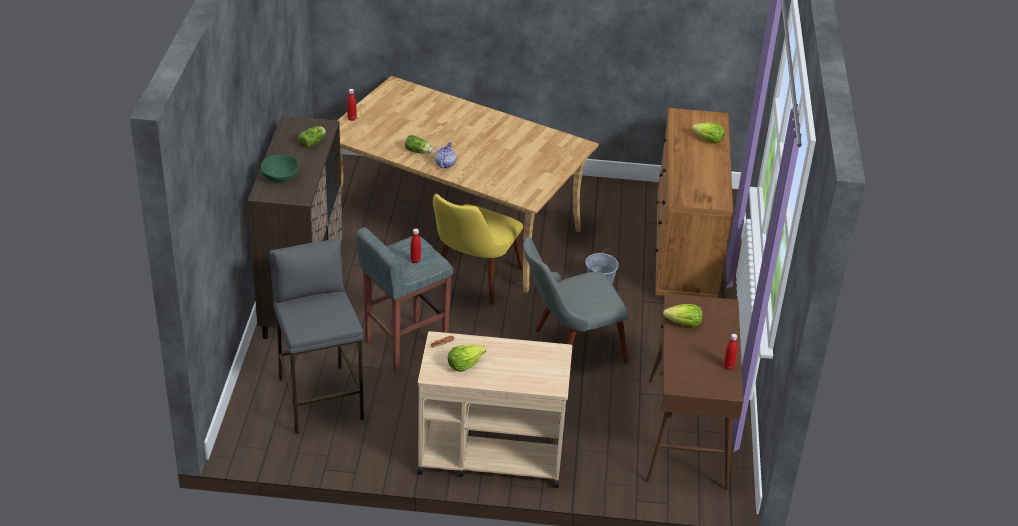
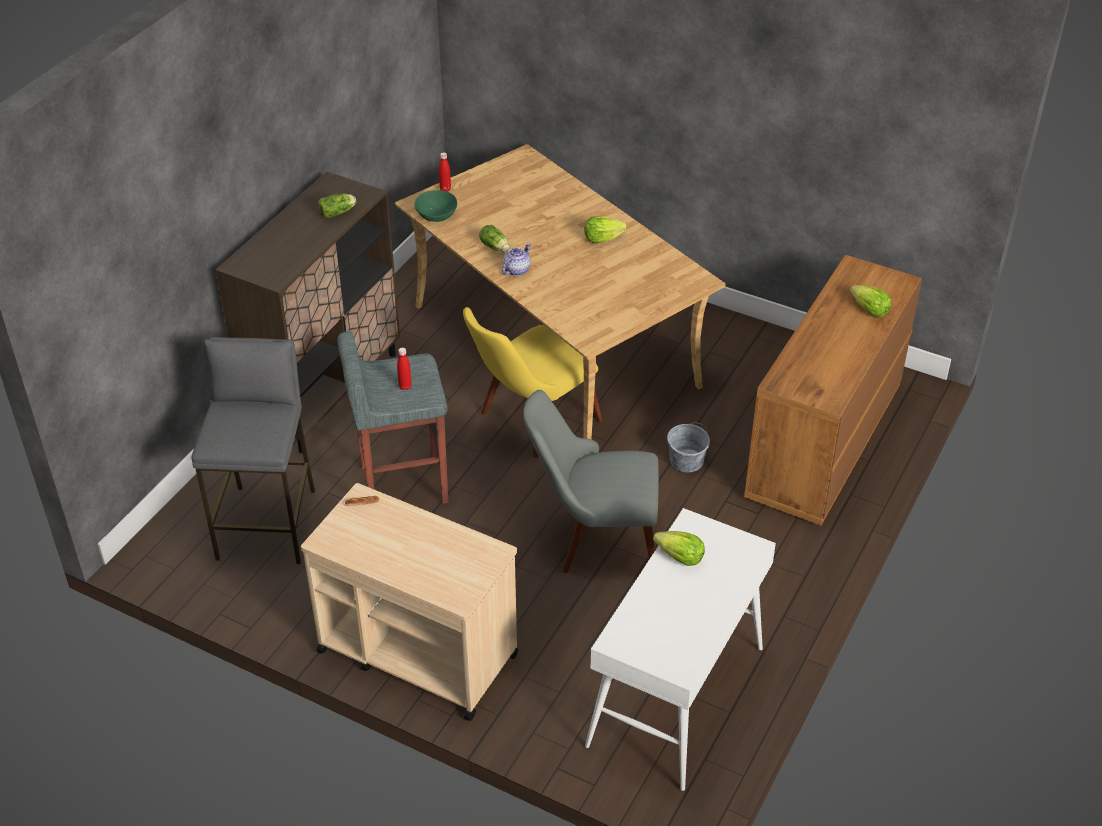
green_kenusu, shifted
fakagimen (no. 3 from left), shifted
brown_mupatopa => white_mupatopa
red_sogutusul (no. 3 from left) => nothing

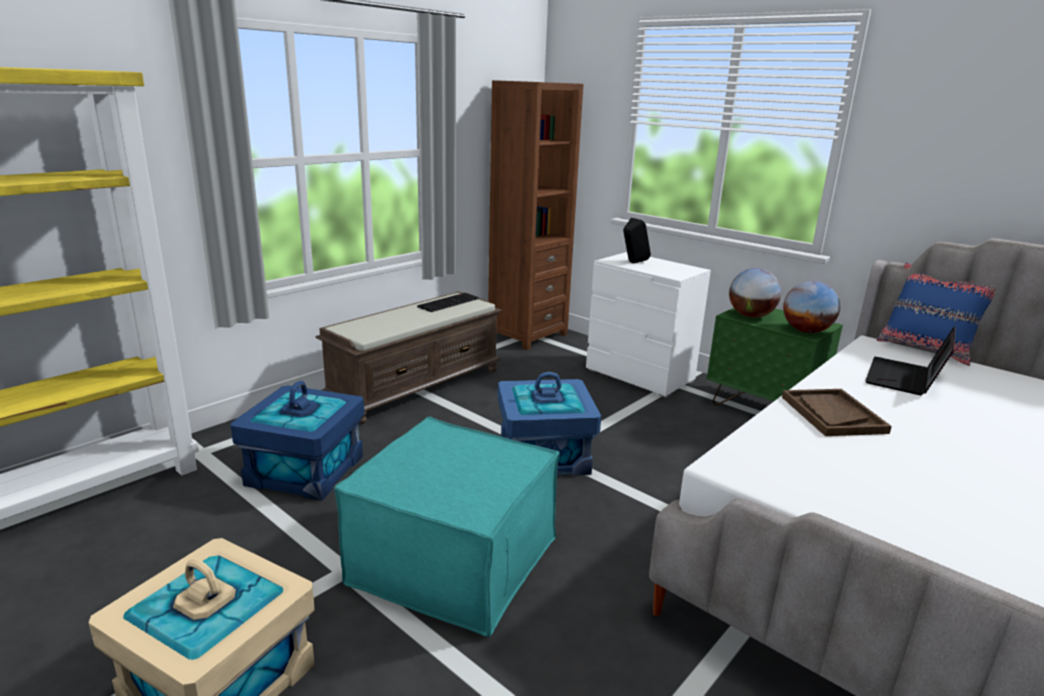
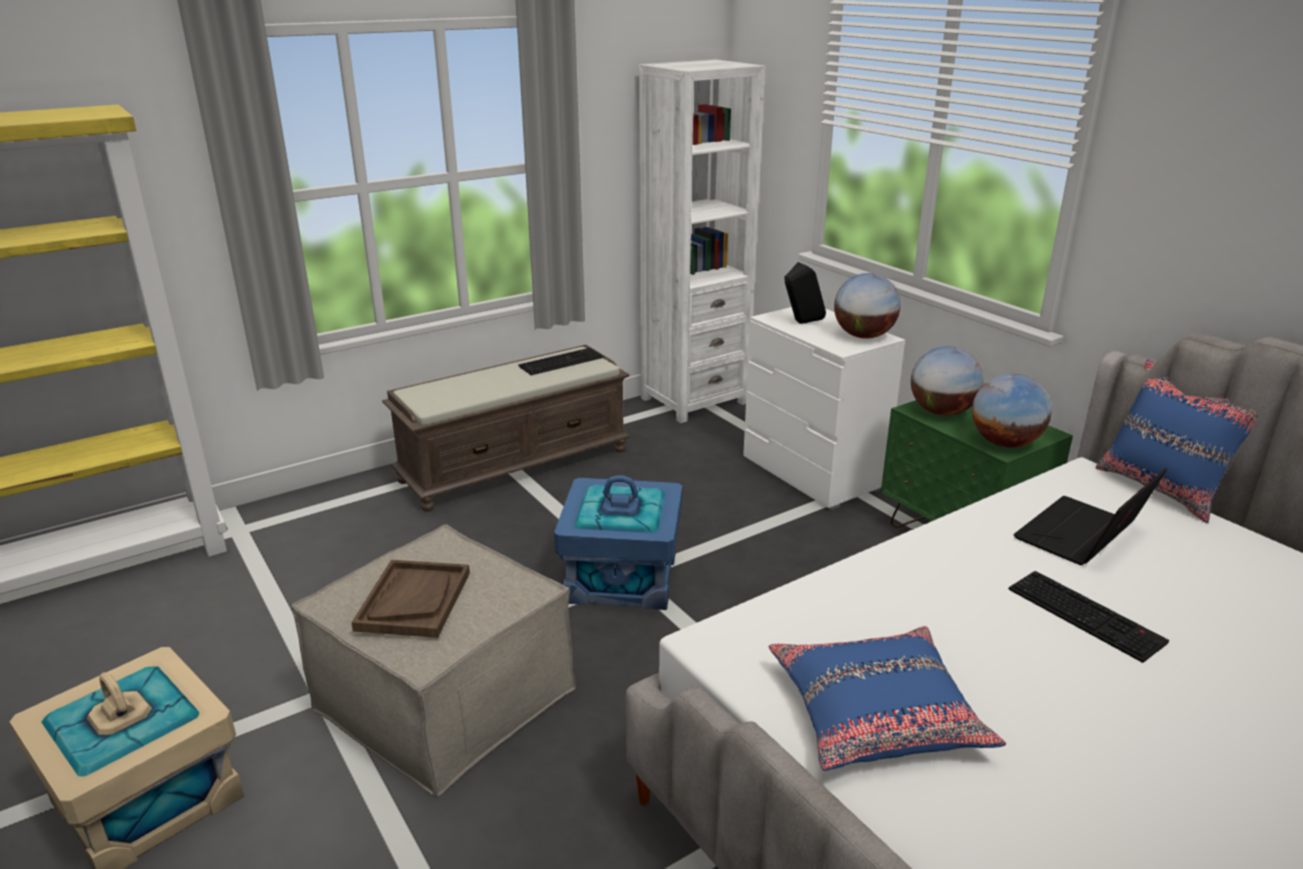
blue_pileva (no. 1 from left) => nothing
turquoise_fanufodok => beige_fanufodok
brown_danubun => white_danubun
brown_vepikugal, shifted
nothing => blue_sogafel (no. 1 from left)
nothing => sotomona (no. 1 from left)
nothing => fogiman (no. 2 from left)

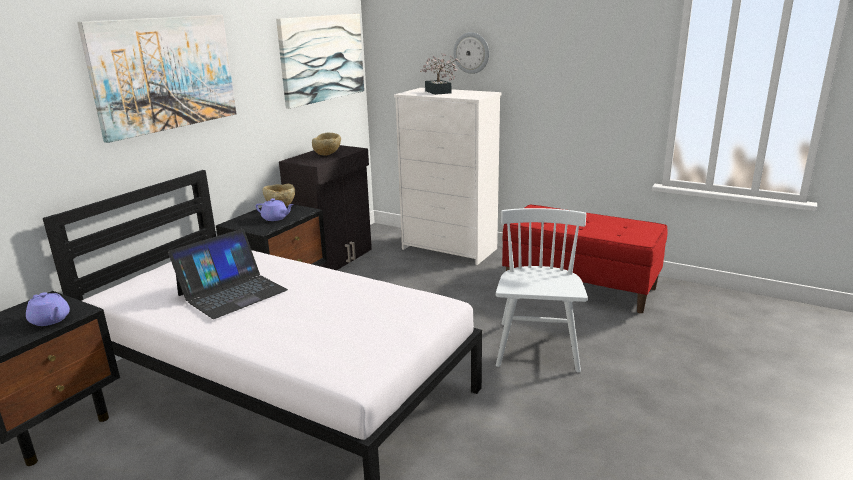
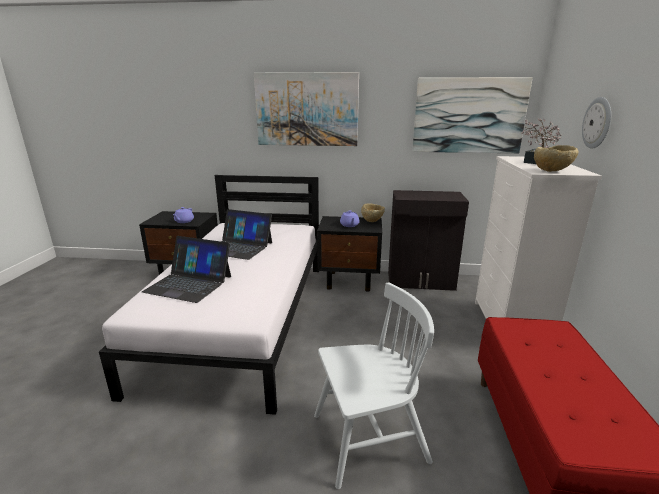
beige_kenusu (no. 2 from left), shifted
nothing => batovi (no. 1 from left)

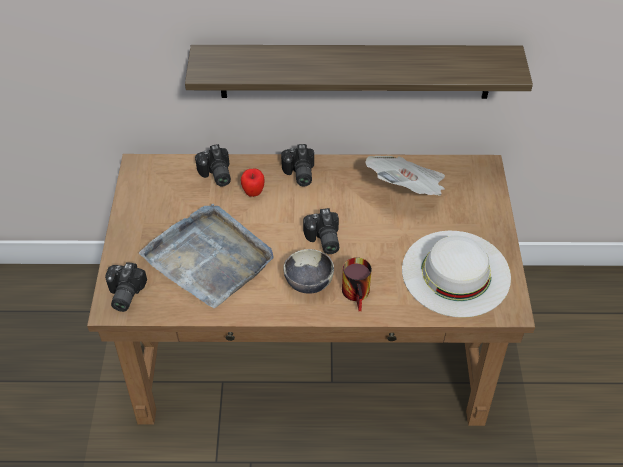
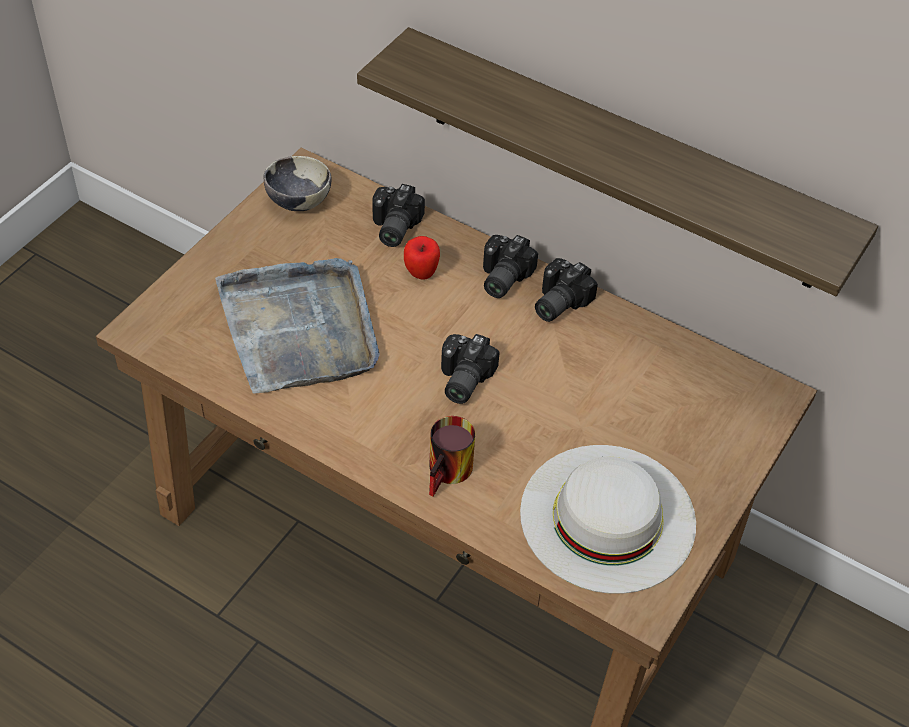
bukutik (no. 1 from left in the first image) => bukutik (no. 4 from left), shifted
kenusu, shifted
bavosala => nothing

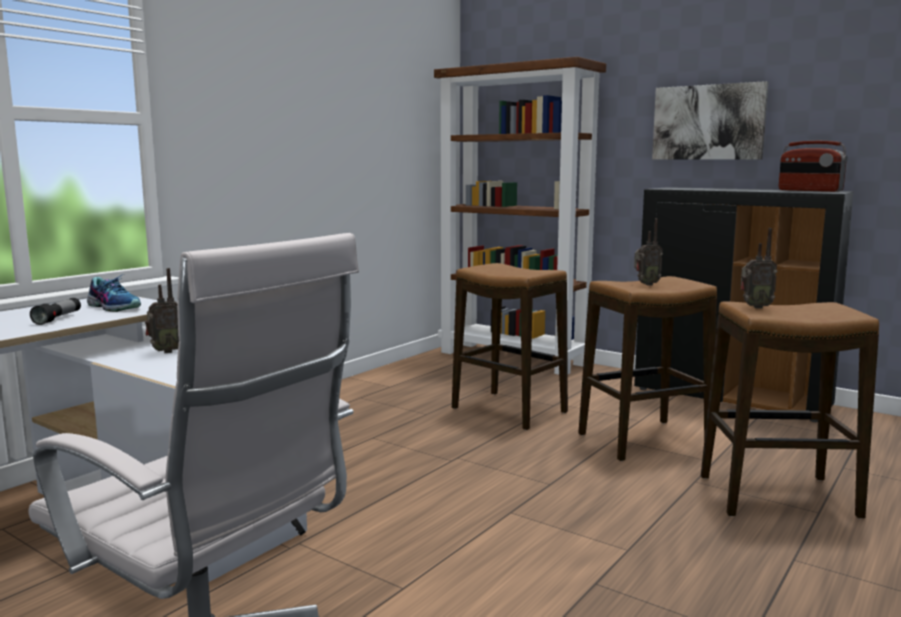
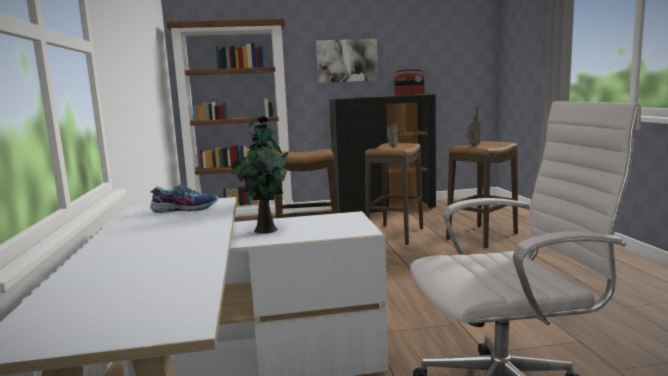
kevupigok => nothing
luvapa (no. 1 from left) => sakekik

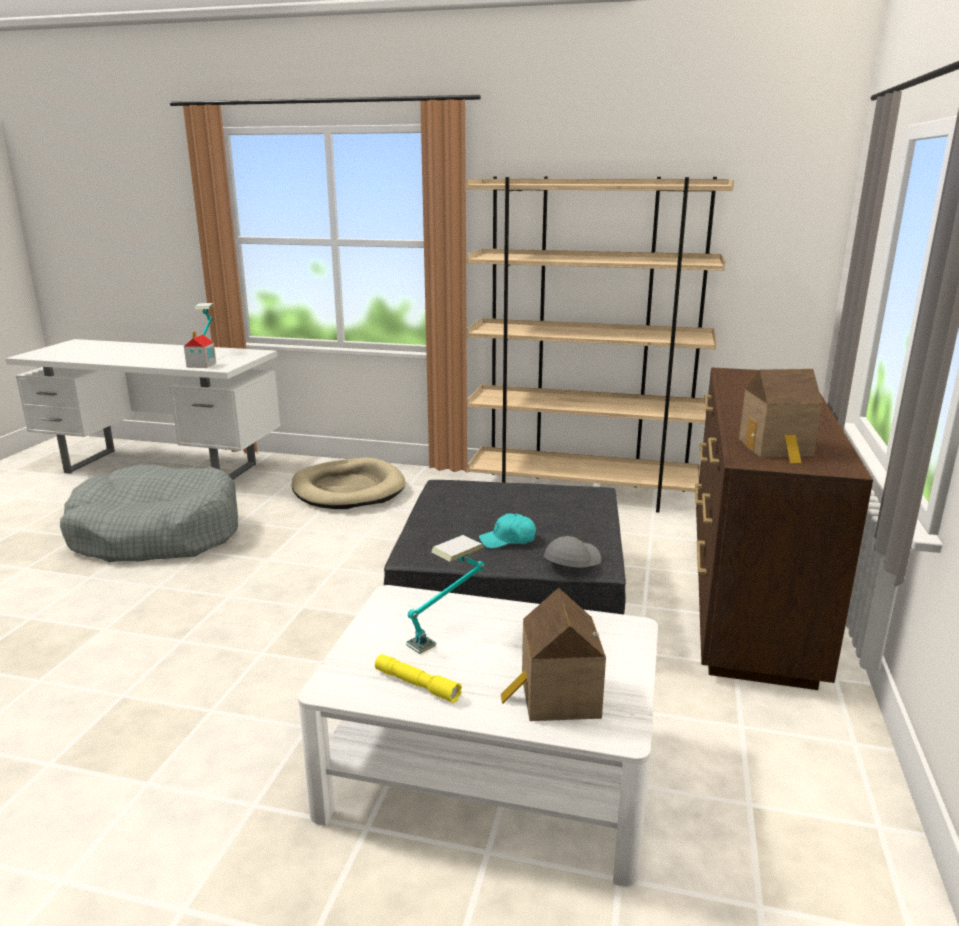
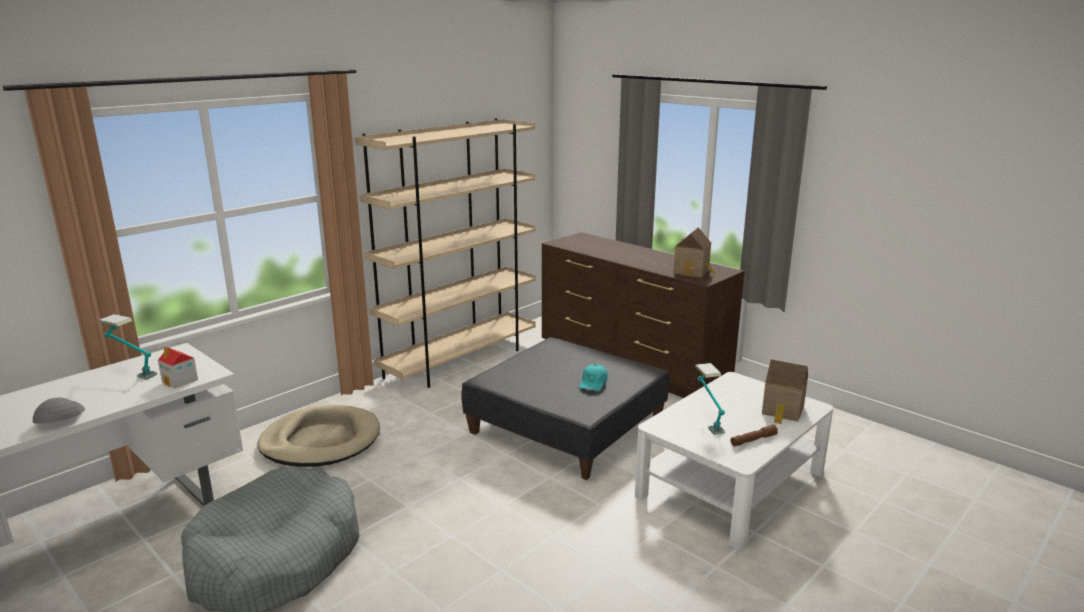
yellow_kevupigok => brown_kevupigok
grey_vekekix, shifted

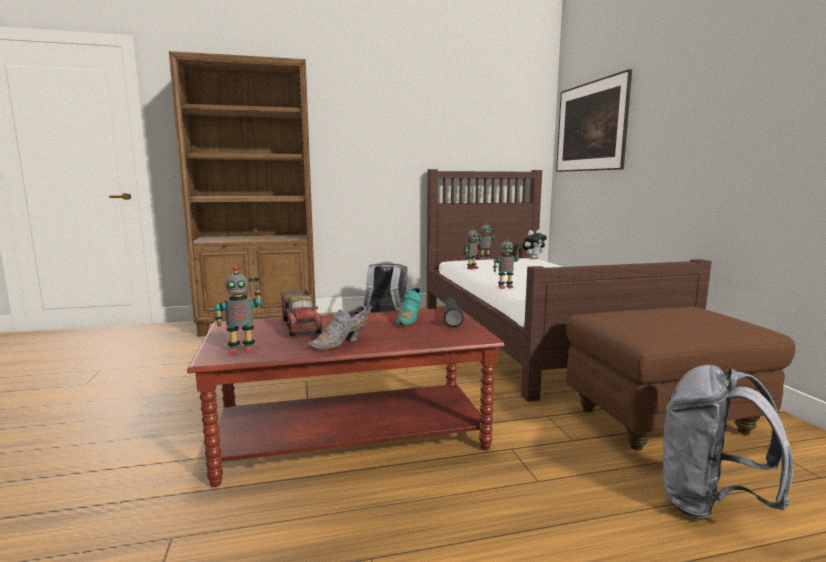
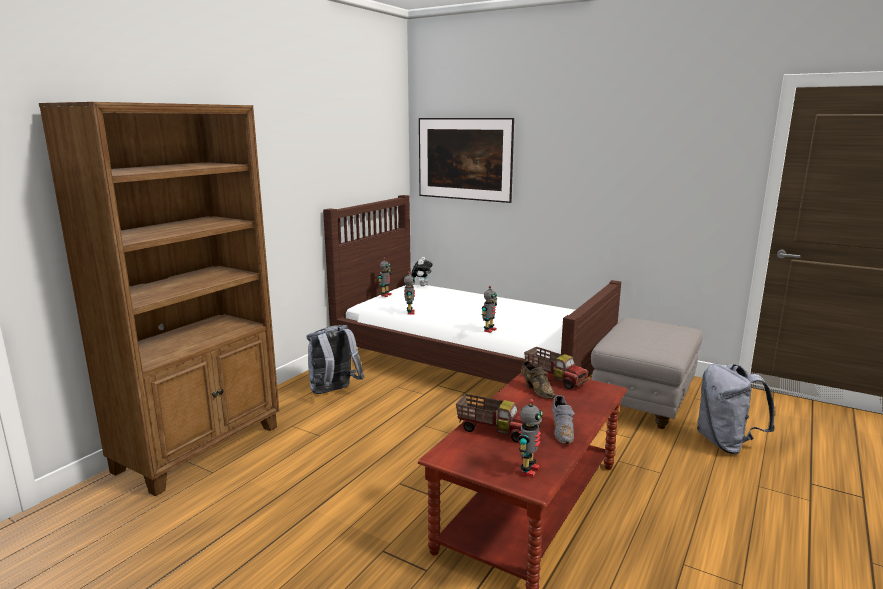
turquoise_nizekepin => brown_nizekepin
black_kevupigok => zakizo (no. 2 from left)
brown_fanufodok => grey_fanufodok

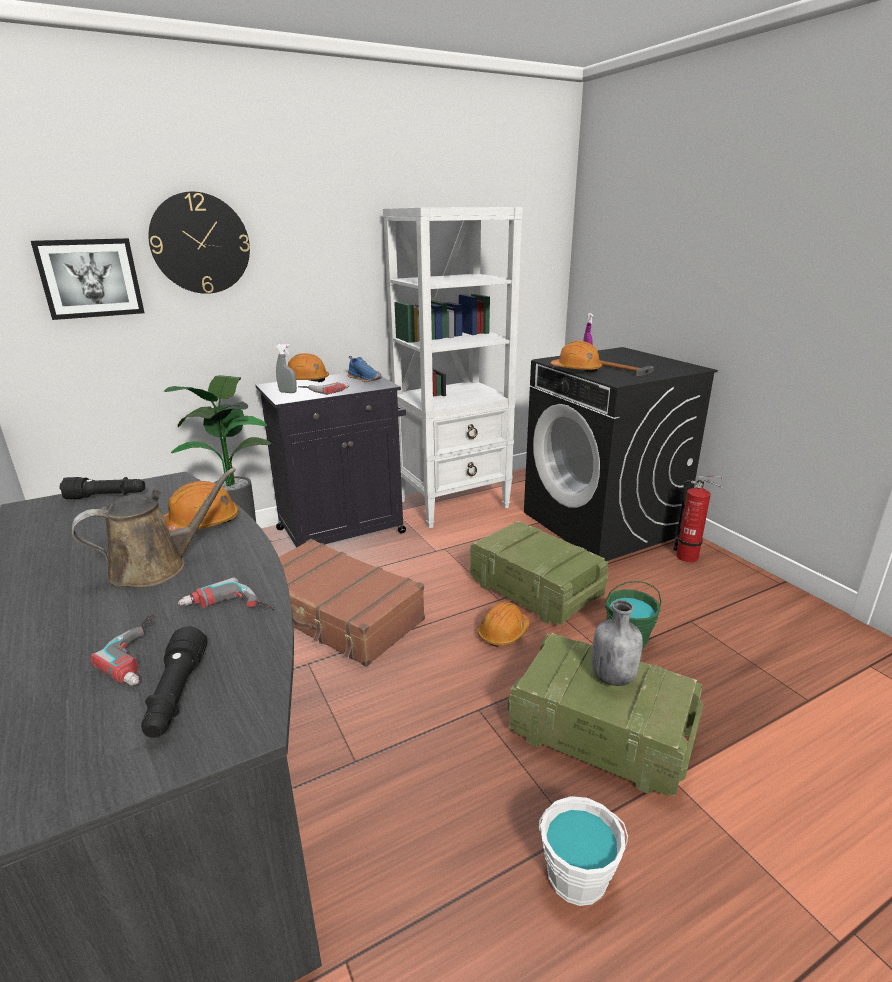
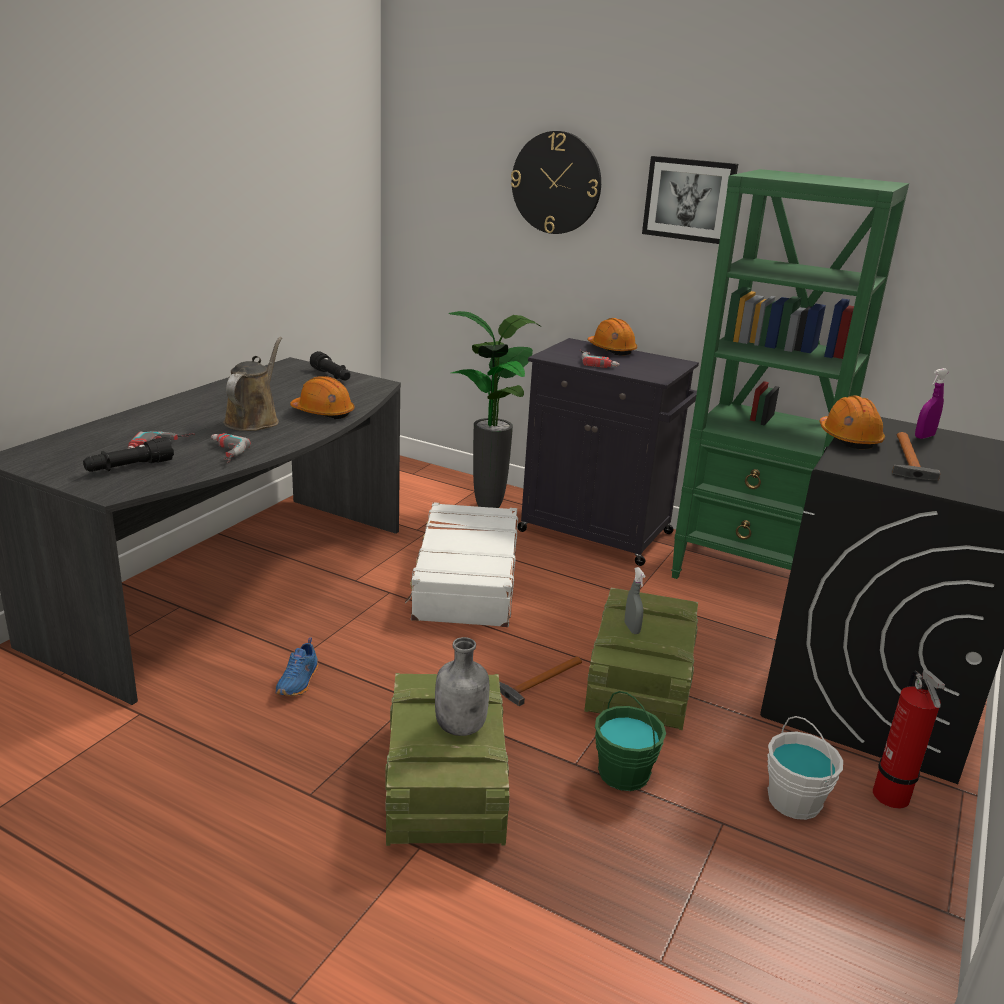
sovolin, shifted
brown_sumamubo, 105 degrees counterclockwise
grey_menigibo, shifted
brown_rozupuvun => white_rozupuvun
blue_nizekepin, shifted
white_danubun => green_danubun
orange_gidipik (no. 3 from left) => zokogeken (no. 1 from left)
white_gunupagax, shifted

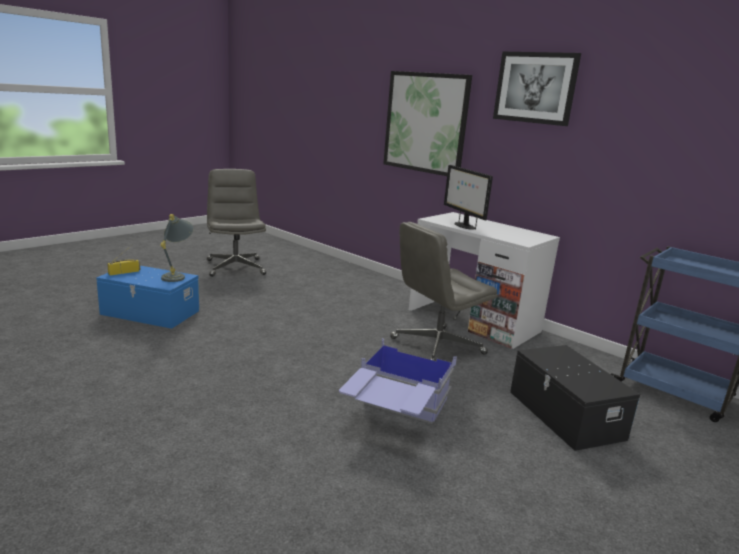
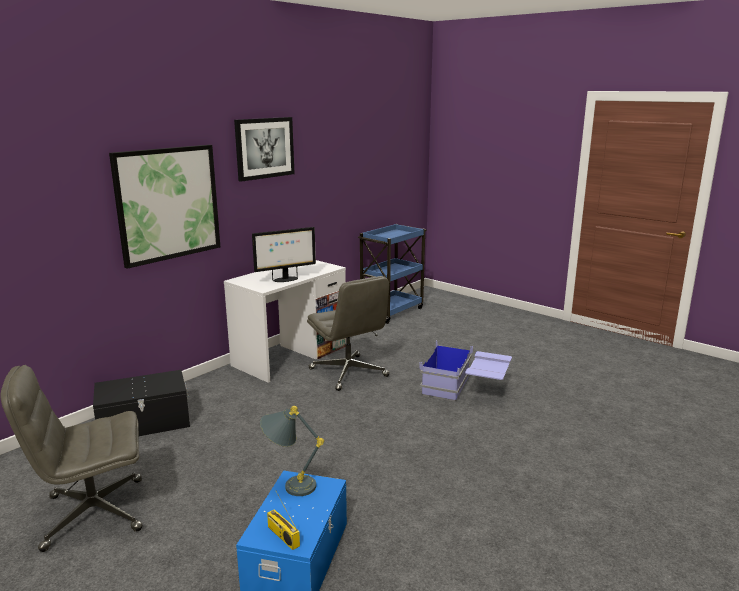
black_pileva, shifted

